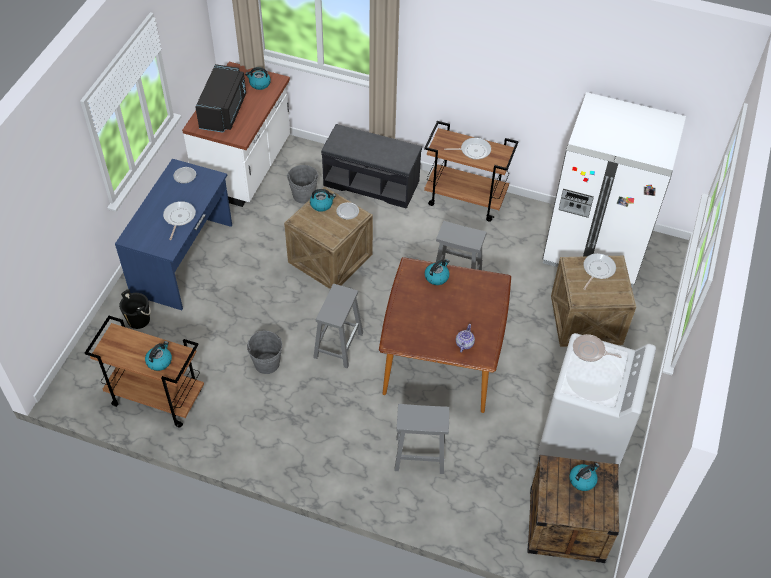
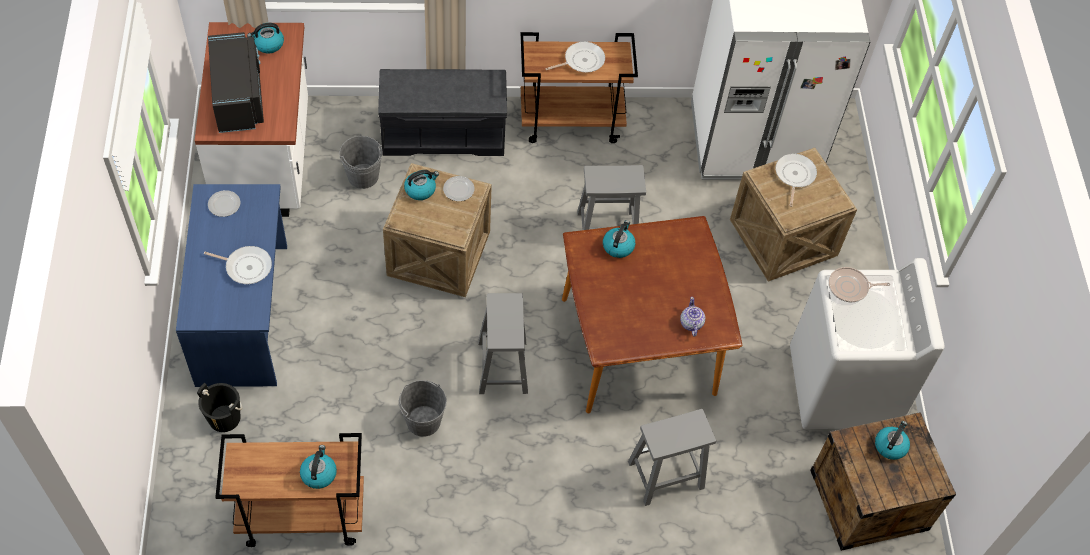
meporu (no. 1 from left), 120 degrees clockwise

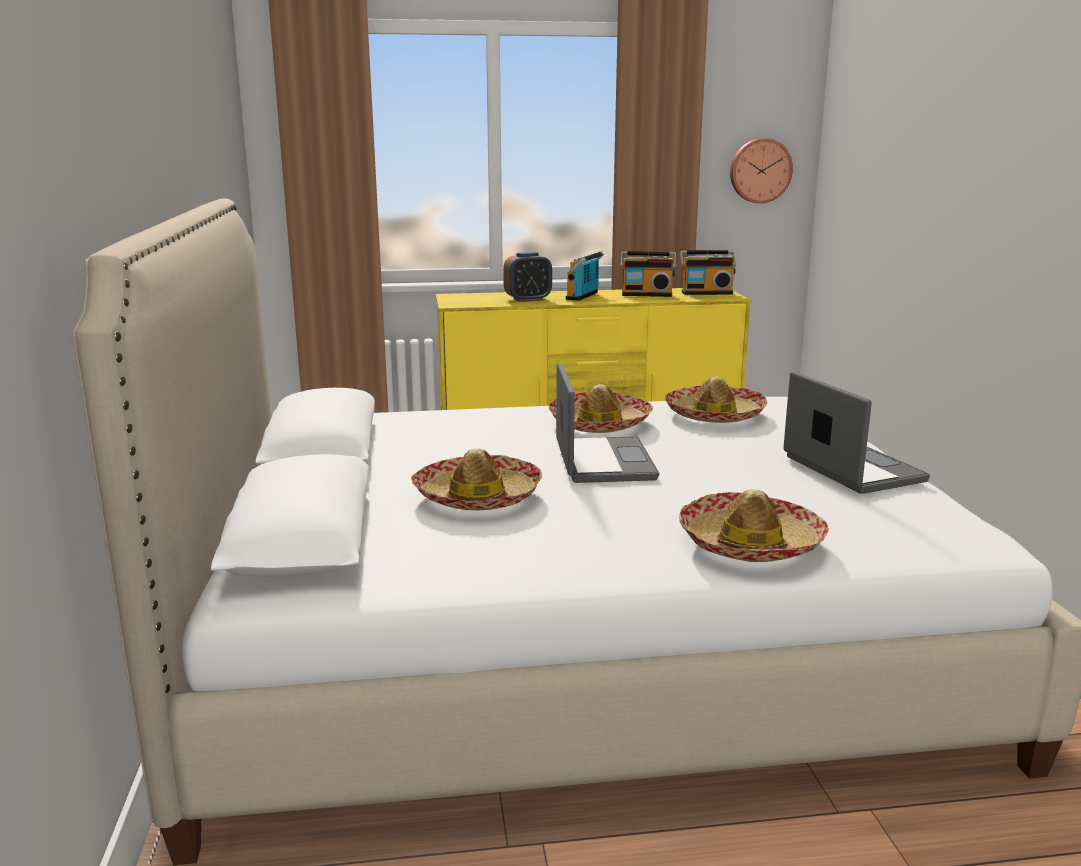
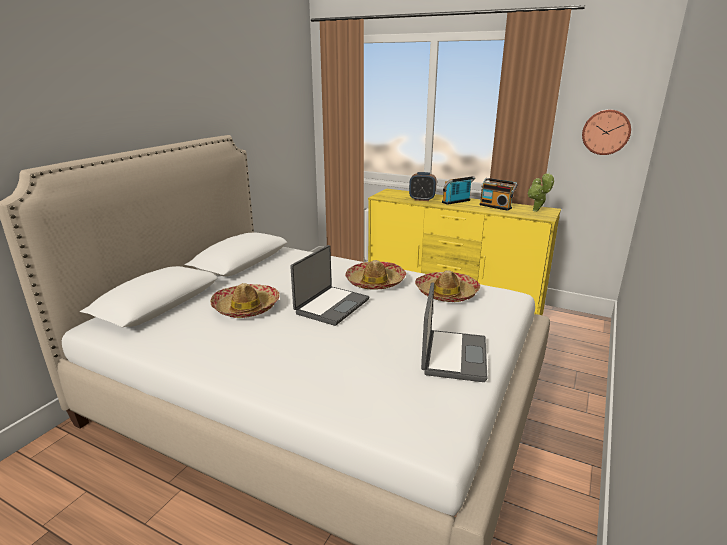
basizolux (no. 4 from left) => nothing
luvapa (no. 3 from left) => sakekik

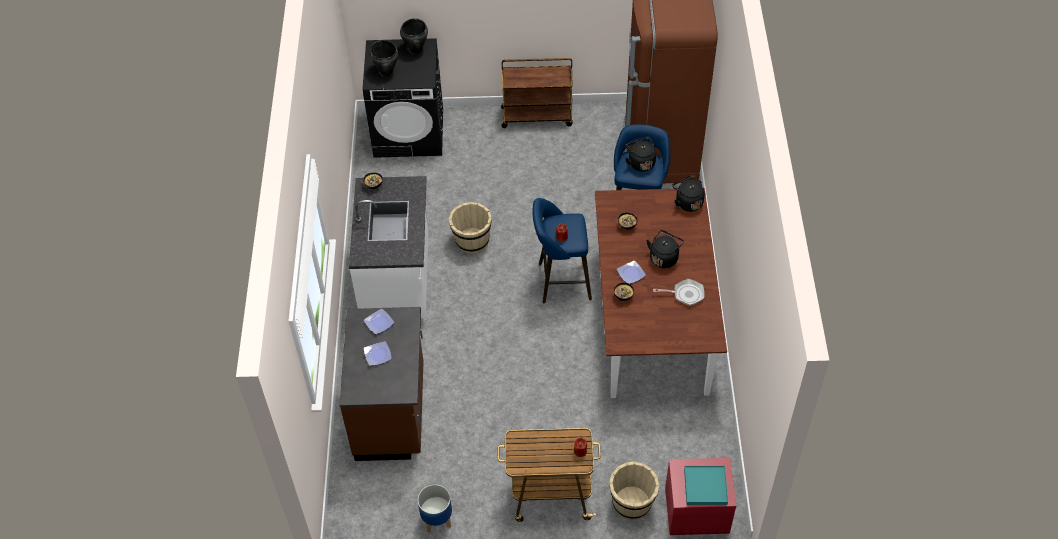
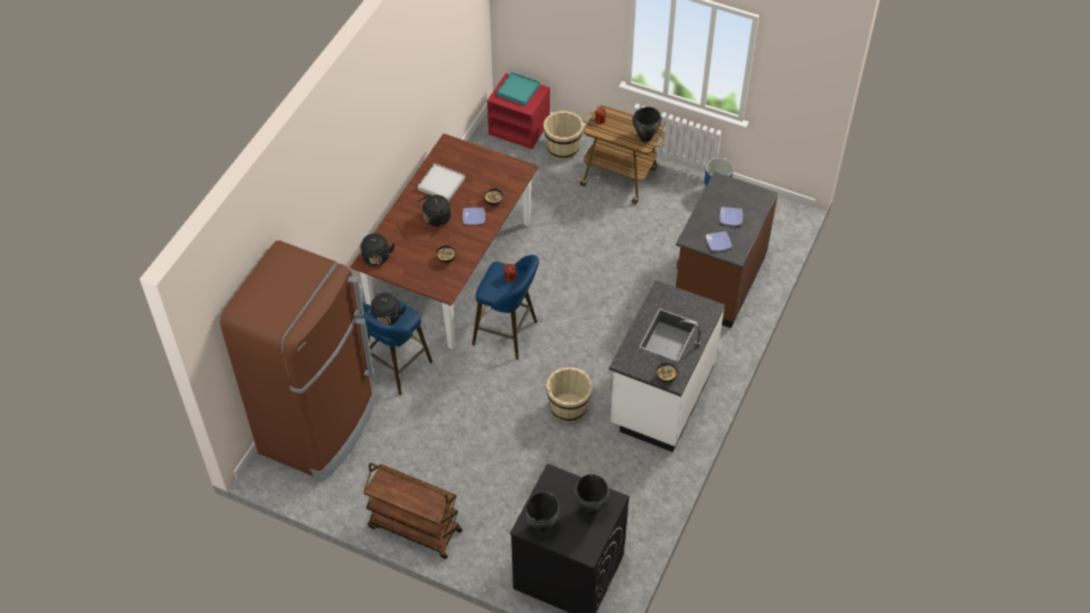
meporu => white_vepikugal
nothing => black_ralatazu (no. 3 from left)

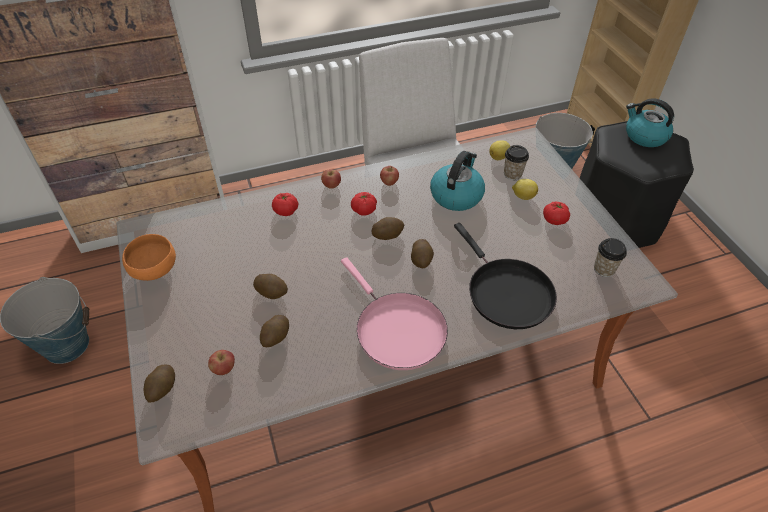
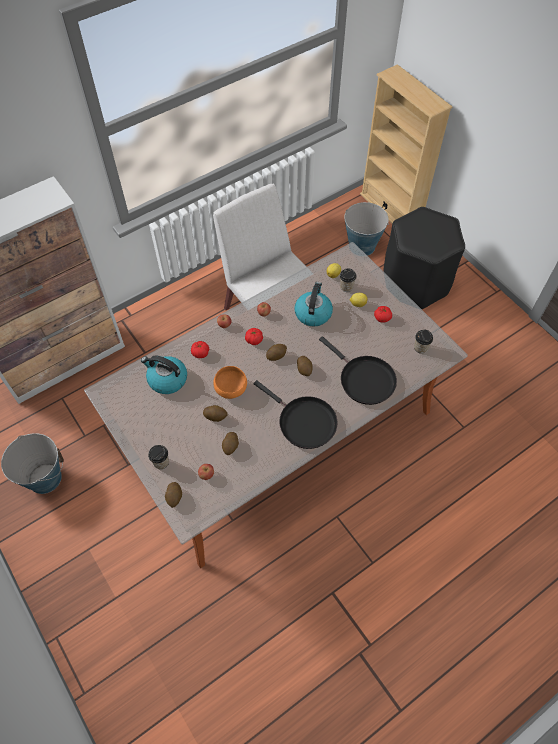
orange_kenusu, shifted
pink_meporu => black_meporu (no. 1 from left)
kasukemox (no. 2 from left in the first image) => kasukemox (no. 1 from left), shifted
nothing => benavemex (no. 1 from left)

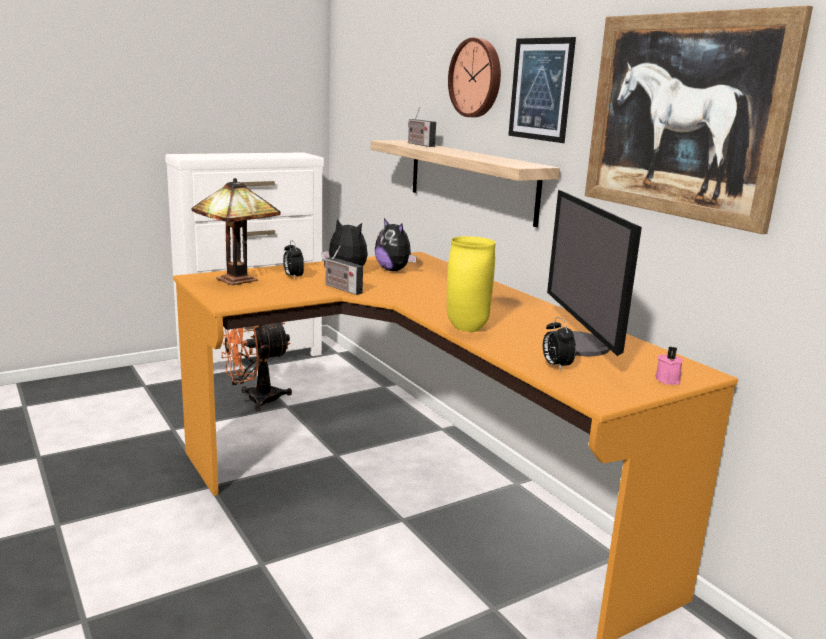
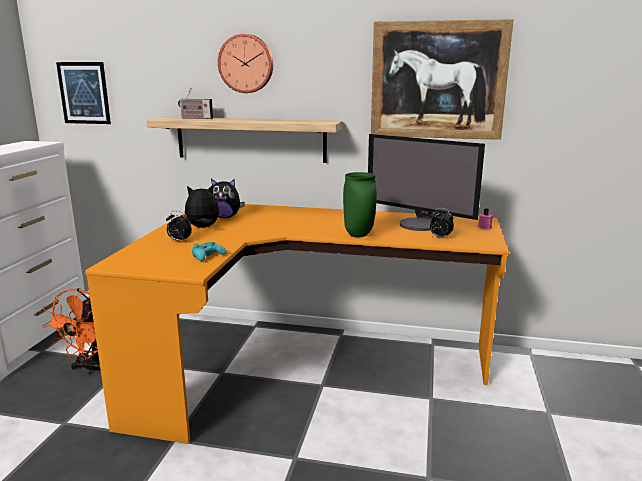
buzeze => nothing
luvapa (no. 1 from left) => nothing
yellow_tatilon => green_tatilon
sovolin (no. 1 from left), shifted
nothing => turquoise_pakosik

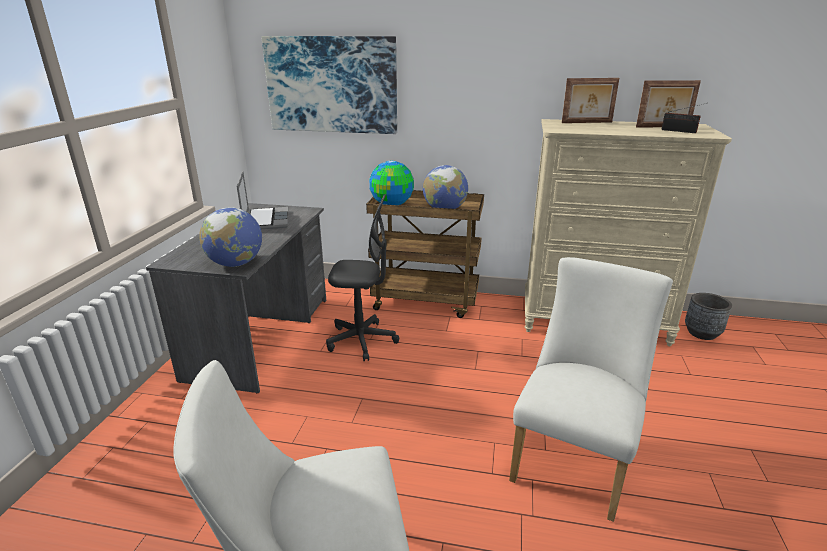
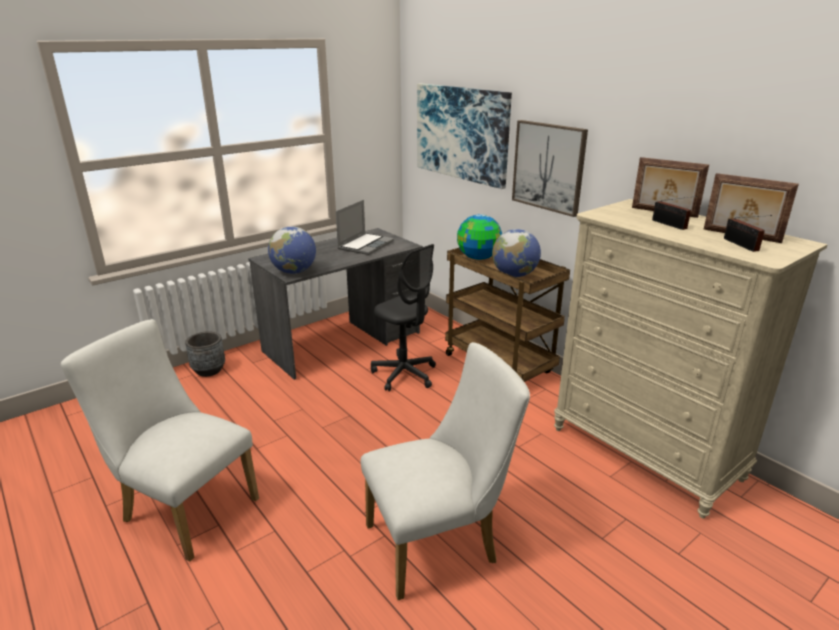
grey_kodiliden, shifted
nothing => sovolin (no. 2 from left)
nothing => luvapa (no. 1 from left)

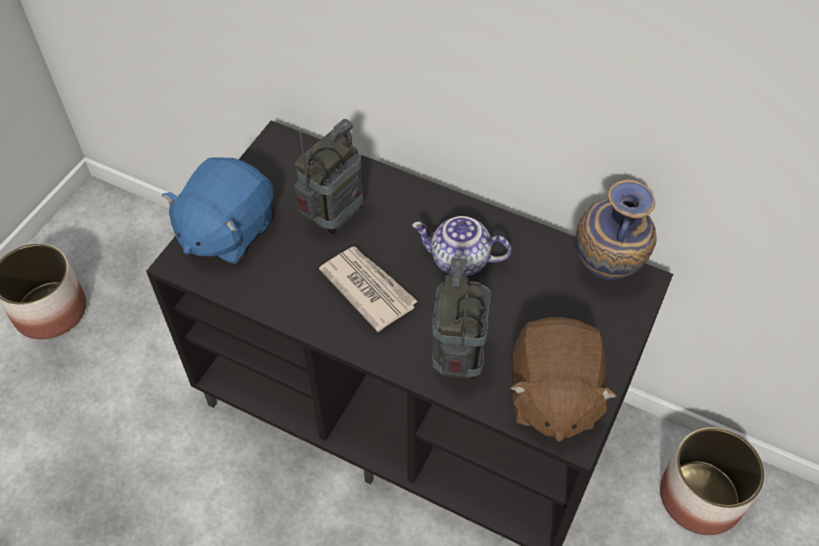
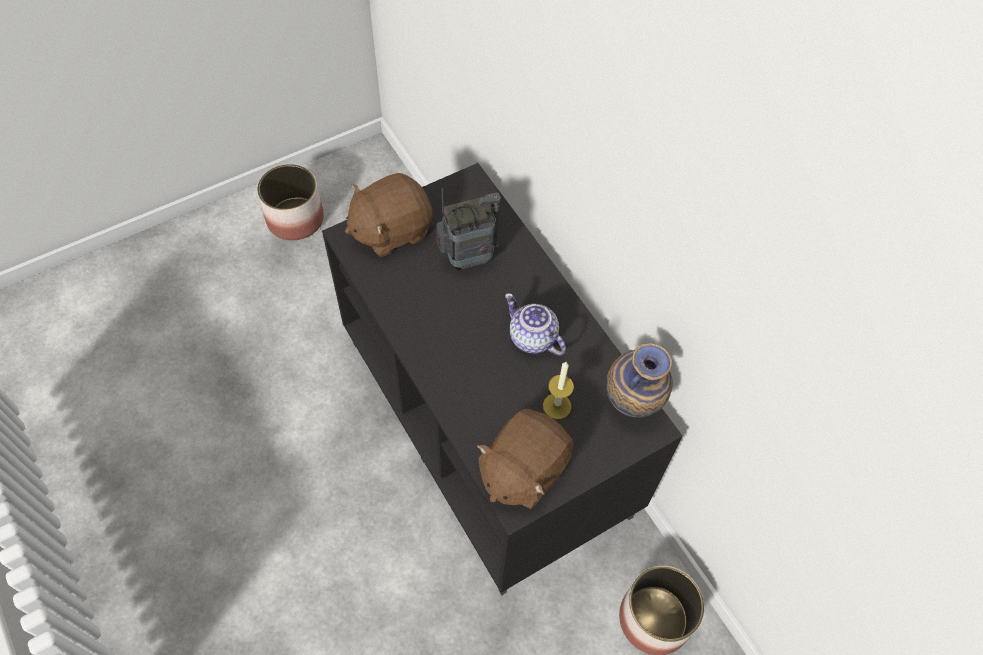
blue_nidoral => brown_nidoral (no. 1 from left)
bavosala => nothing
luvapa (no. 2 from left) => nothing
nothing => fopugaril

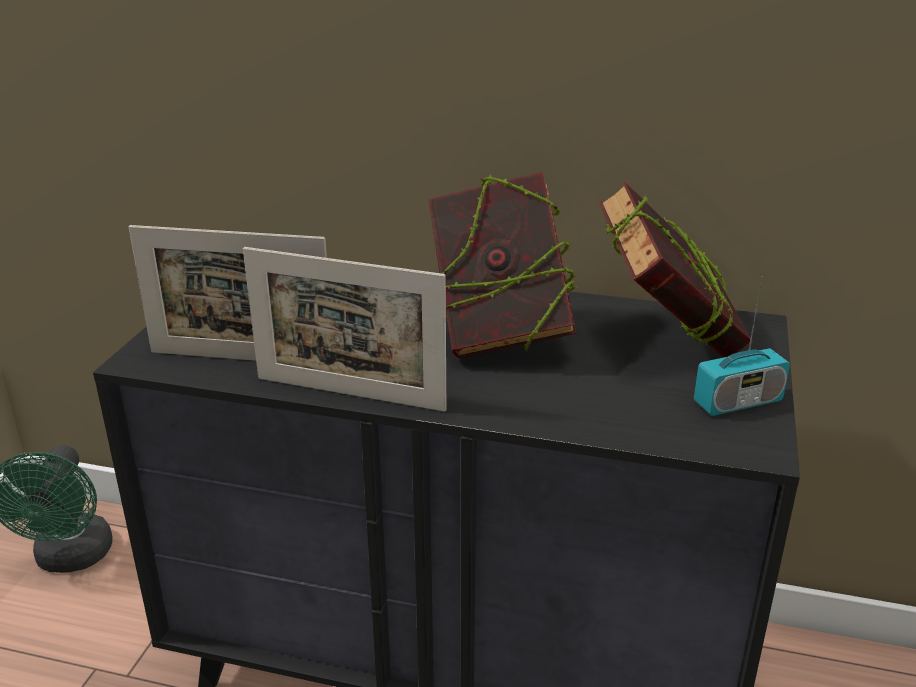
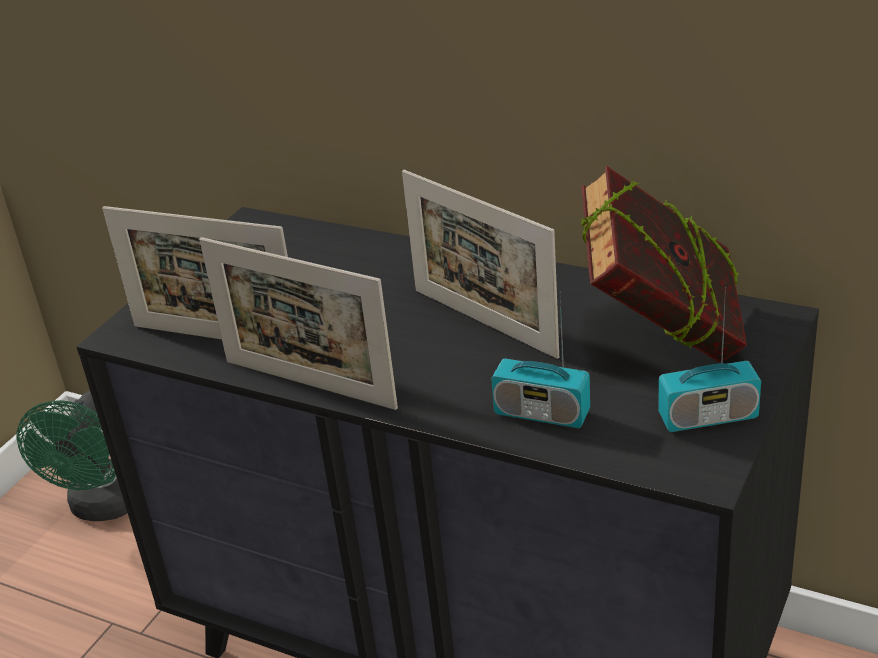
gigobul (no. 1 from left) => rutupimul (no. 3 from left)
nothing => luvapa (no. 1 from left)

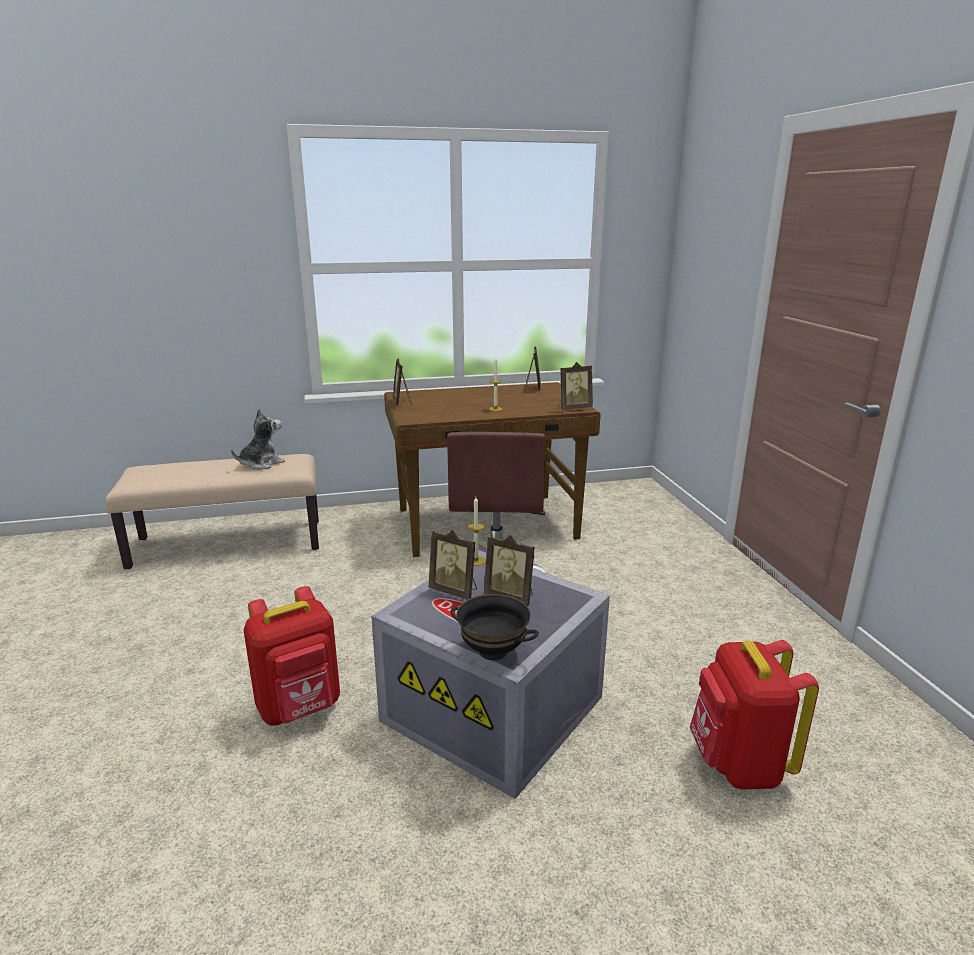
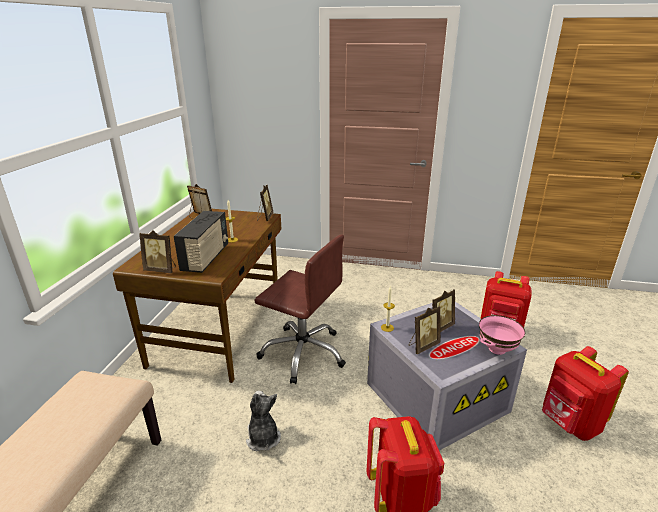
nidoral, shifted
black_kenusu => pink_kenusu
nothing => luvapa
nothing => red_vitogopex (no. 3 from left)

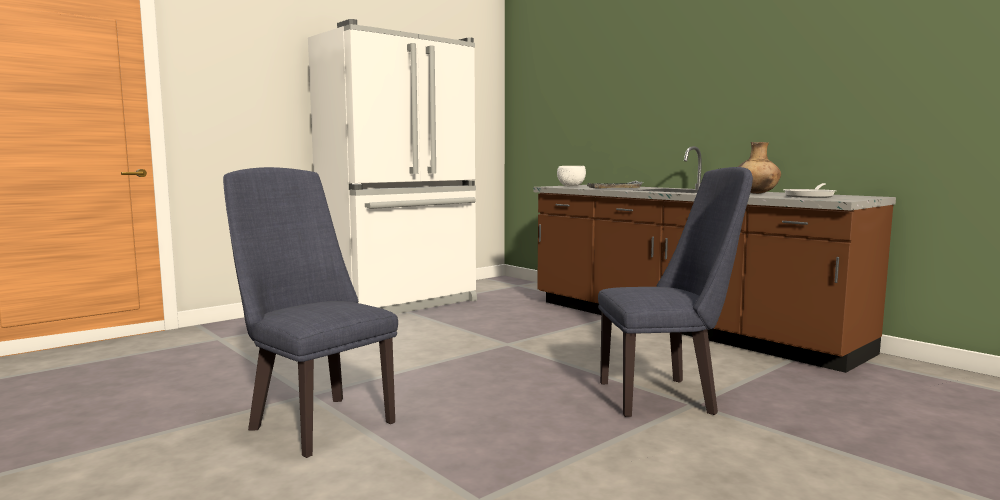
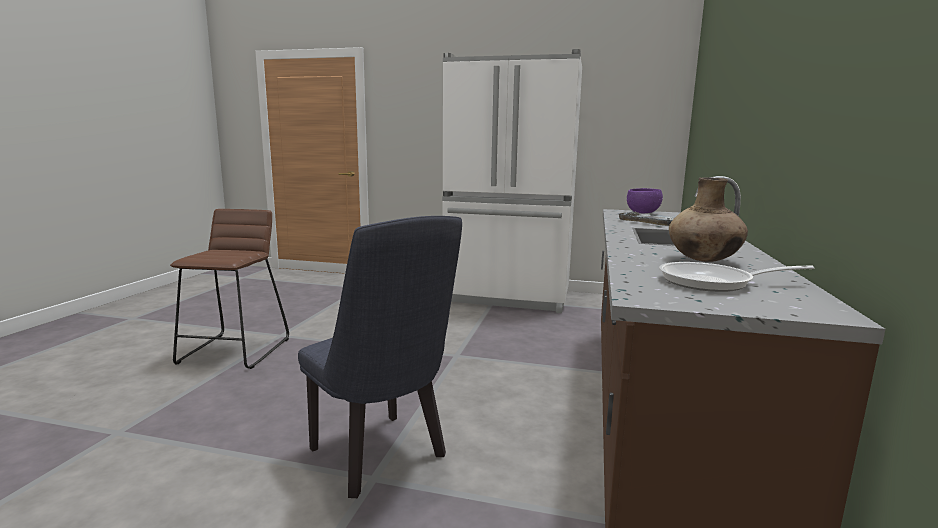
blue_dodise (no. 1 from left) => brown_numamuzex
white_kenusu => purple_kenusu

